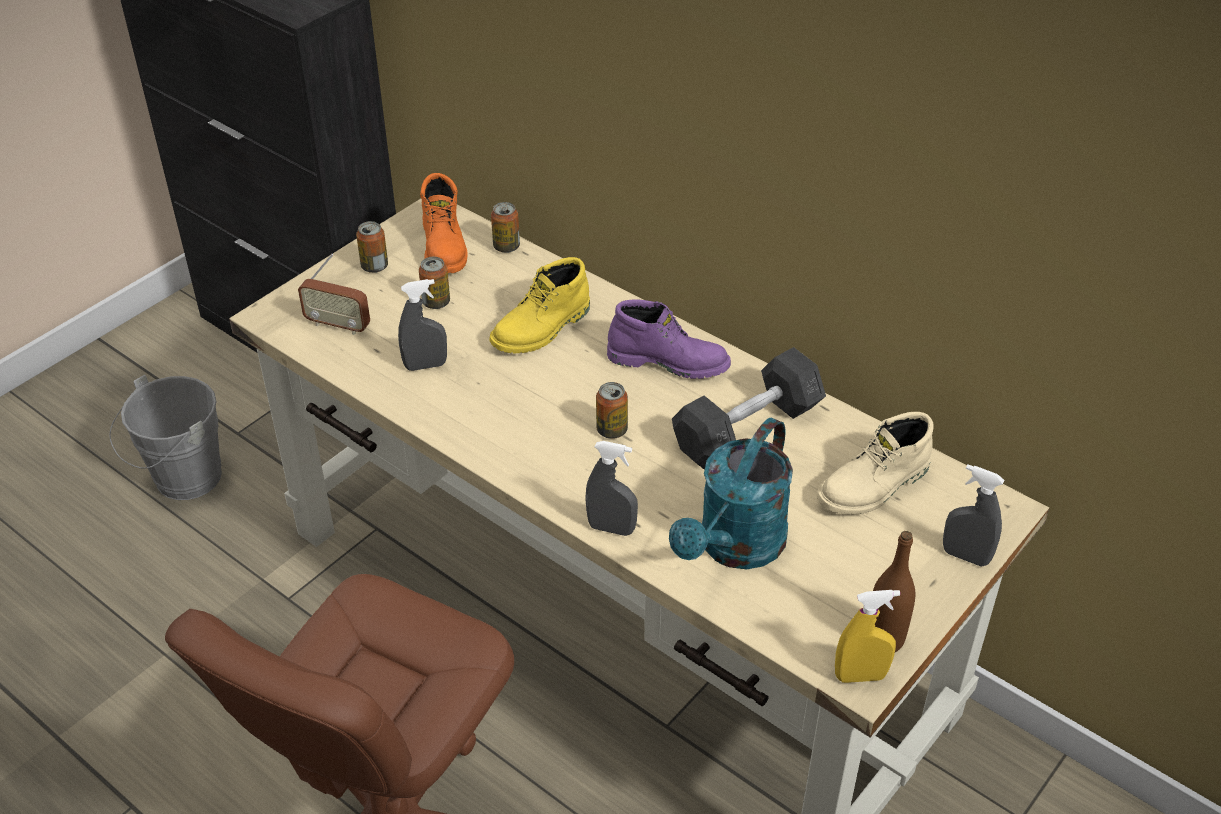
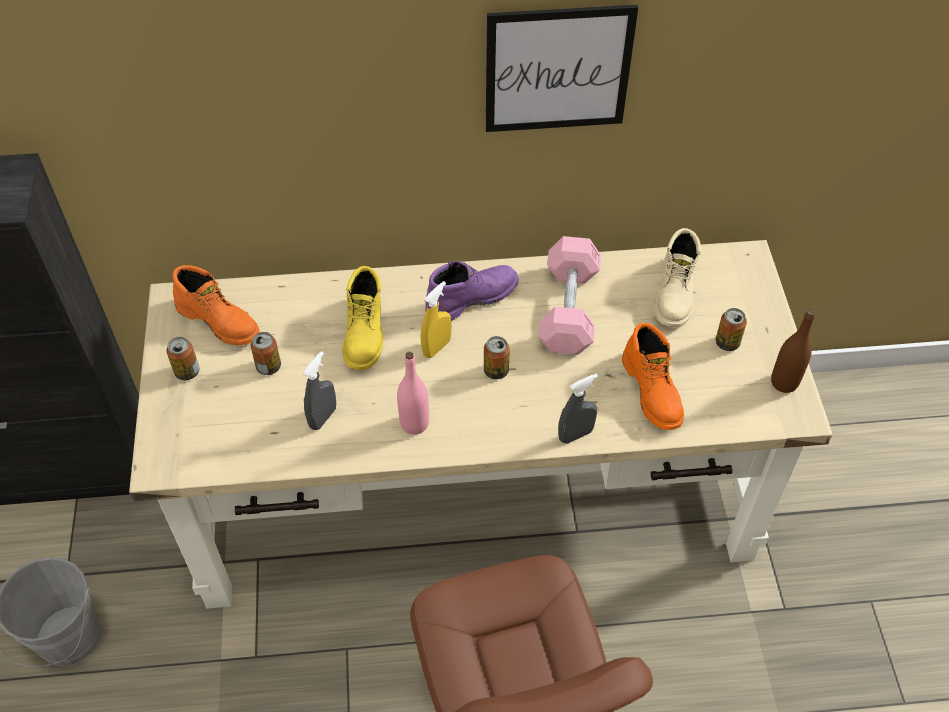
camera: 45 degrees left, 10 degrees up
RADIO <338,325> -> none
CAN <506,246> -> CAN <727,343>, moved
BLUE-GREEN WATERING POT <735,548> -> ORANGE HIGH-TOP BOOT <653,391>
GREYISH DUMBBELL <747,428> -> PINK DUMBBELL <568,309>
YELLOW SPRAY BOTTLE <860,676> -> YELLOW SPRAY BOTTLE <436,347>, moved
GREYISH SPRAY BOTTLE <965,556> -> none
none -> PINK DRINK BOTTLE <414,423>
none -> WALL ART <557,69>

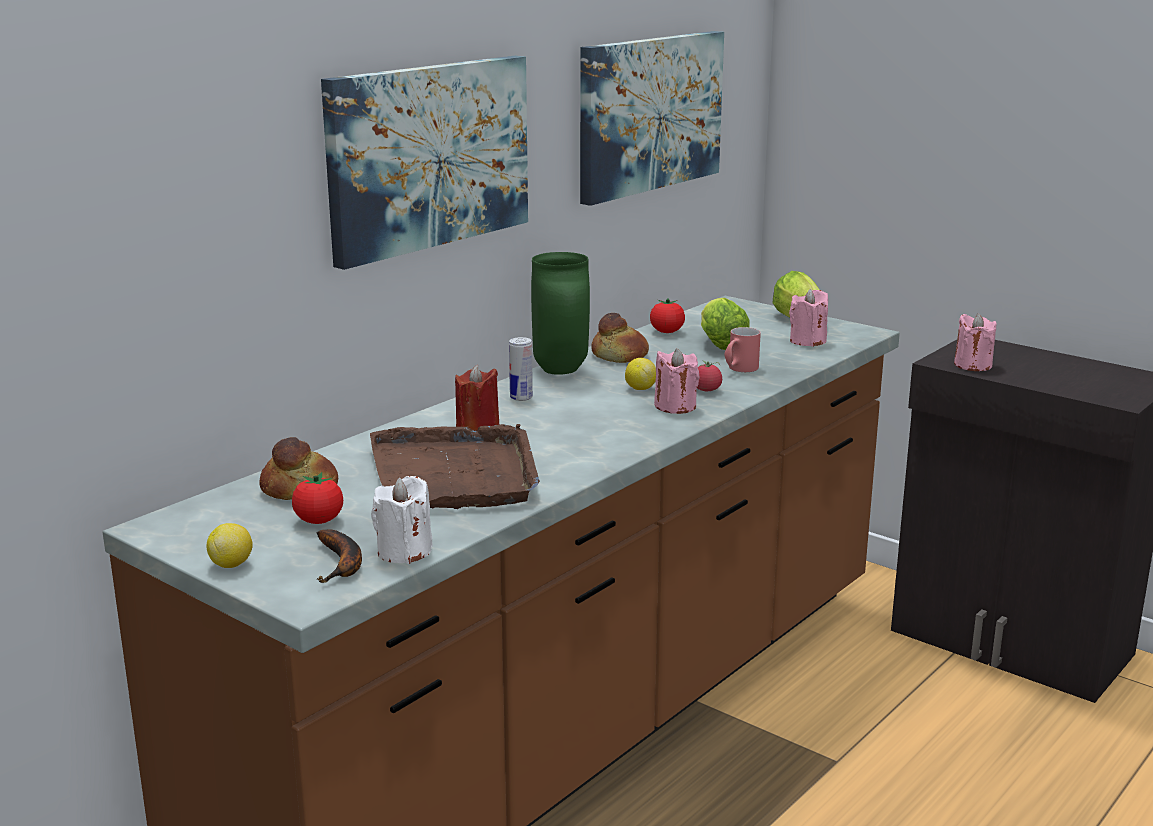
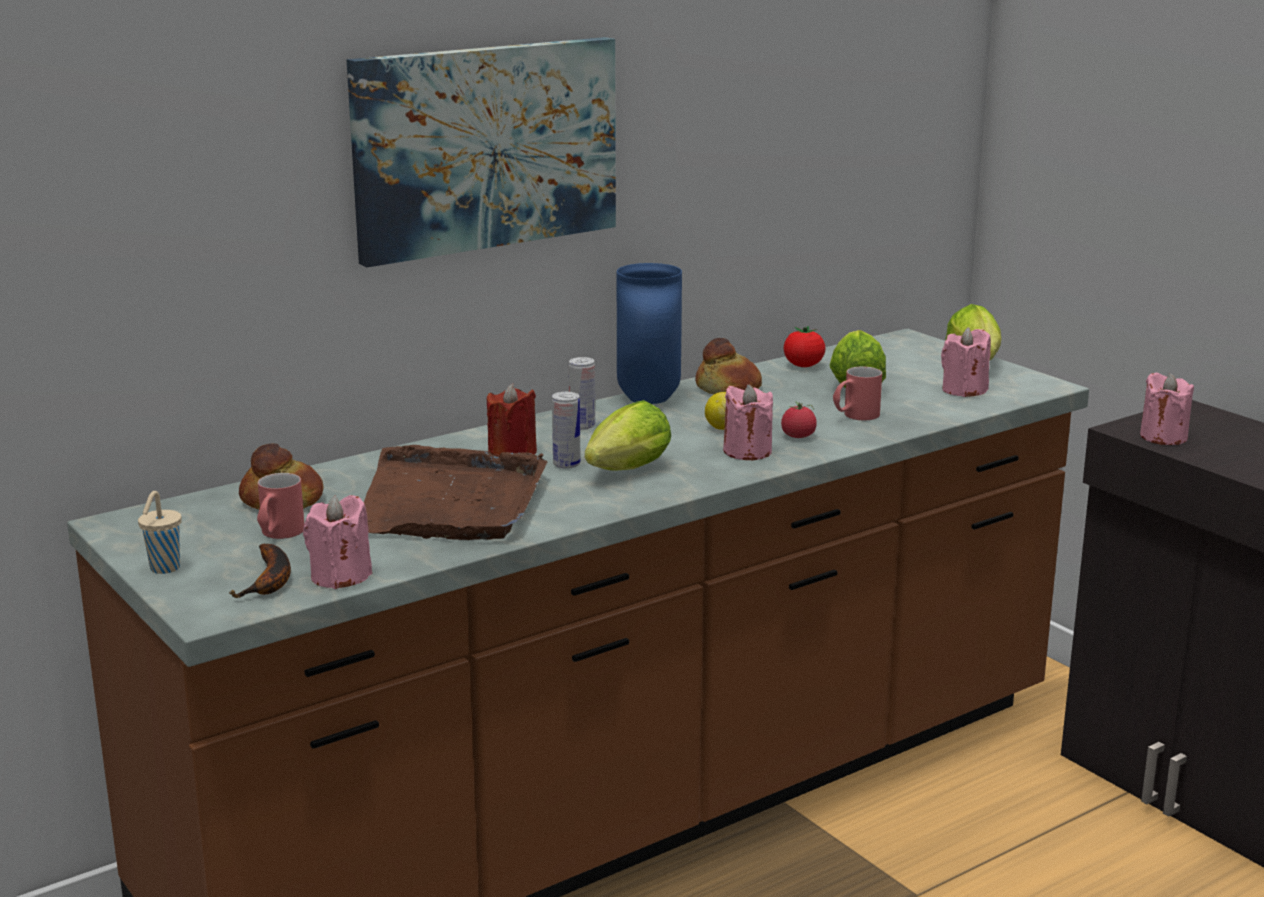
camera: 15 degrees right, 0 degrees up
WHOLE LEMON <232,564> -> SAND-COLOURED SMALL CUP <164,569>
FRESH TOMATO <319,521> -> RED-COLOURED MUG <278,535>
WHITE WAX LIGHT <404,552> -> PINK WAX LIGHT <340,576>
GREEN-COLOURED FLOWER VASE <558,370> -> BLUE-COLOURED FLOWER VASE <646,399>
WALL ART <649,114> -> none
none -> CAN <566,464>
none -> LETTUCE <624,472>

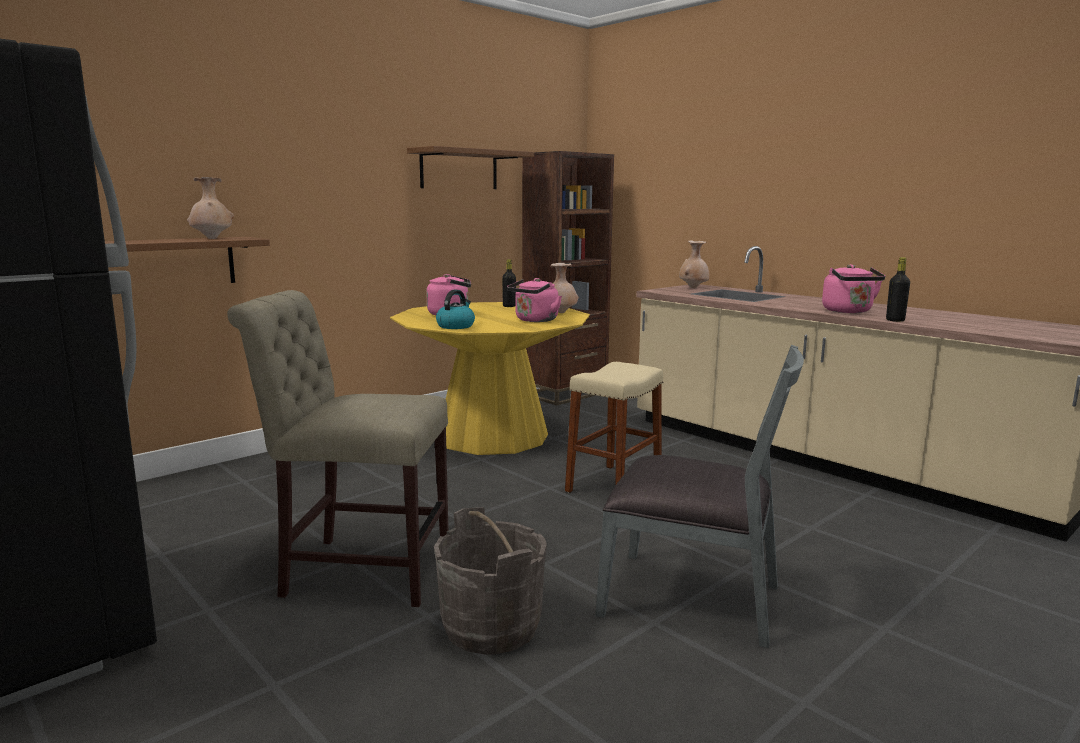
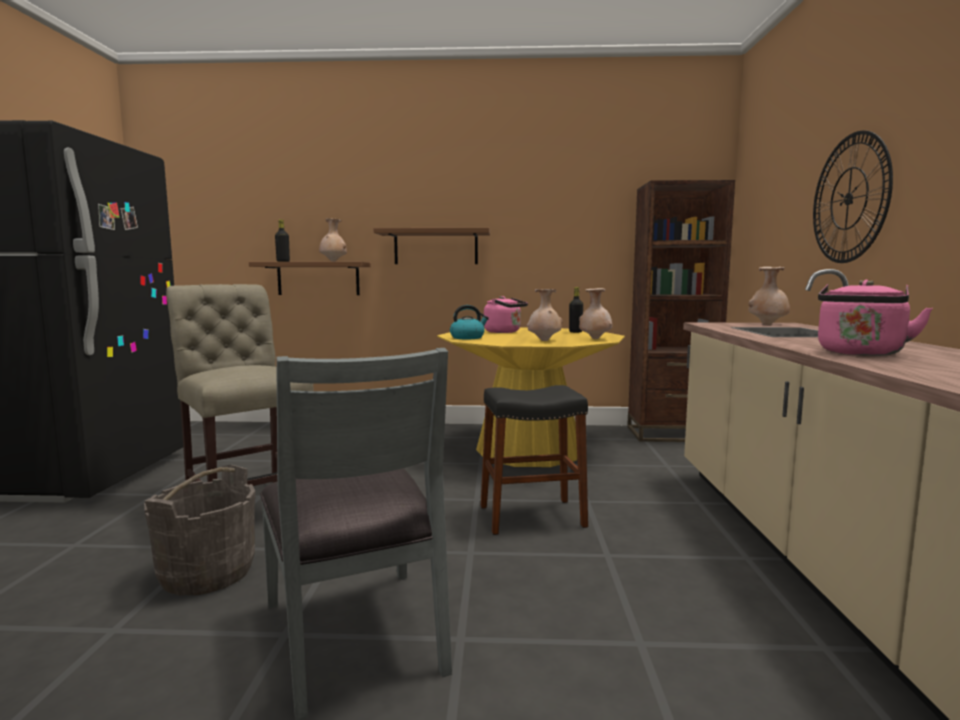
camera: 45 degrees right, 5 degrees down
BROWNISH SHELF <459,169> -> BROWNISH SHELF <436,247>, moved
PINK WATER KETTLE <535,320> -> SAND-COLOURED FLOWER VASE <544,340>
SAND-COLOURED STOOL <614,485> -> BLACKISH STOOL <531,516>
BLACKISH DRINK BOTTLE <895,320> -> BLACKISH DRINK BOTTLE <283,262>, moved
none -> HANGING CLOCK <849,198>

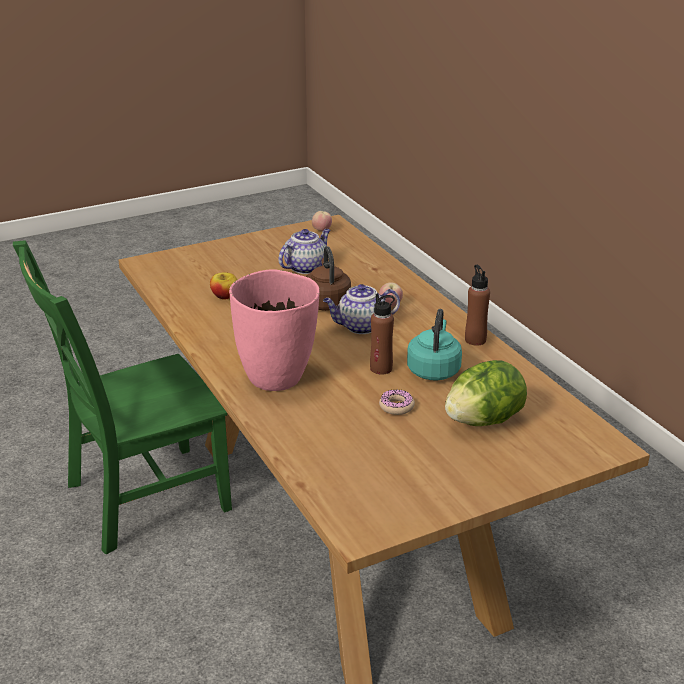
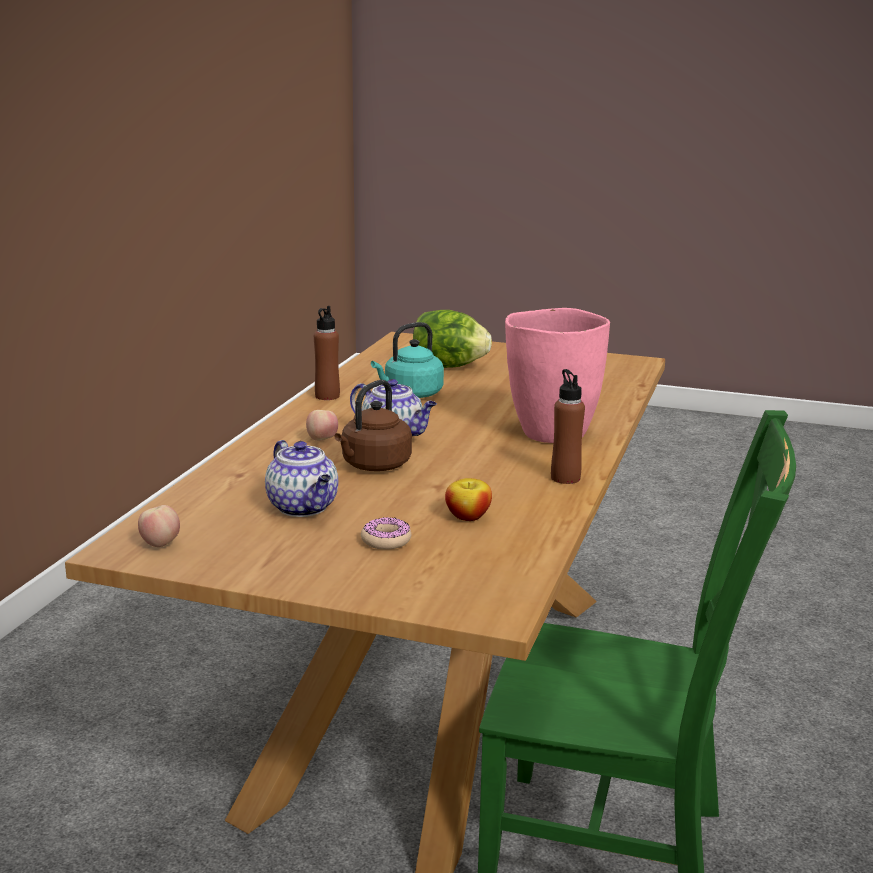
camera: 135 degrees left, 10 degrees down
POT FOR TEA <305,267> -> POT FOR TEA <304,508>, 120 degrees counterclockwise
BROWNISH DRINK BOTTLE <381,368> -> BROWNISH DRINK BOTTLE <565,478>, moved
DOUGHNUT <396,406> -> DOUGHNUT <386,540>, moved

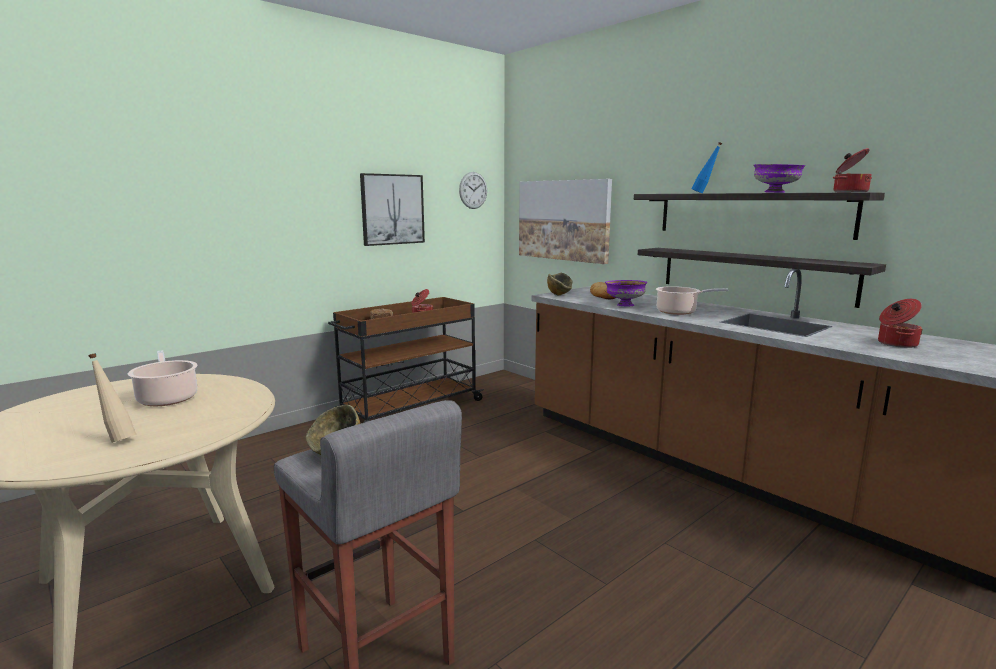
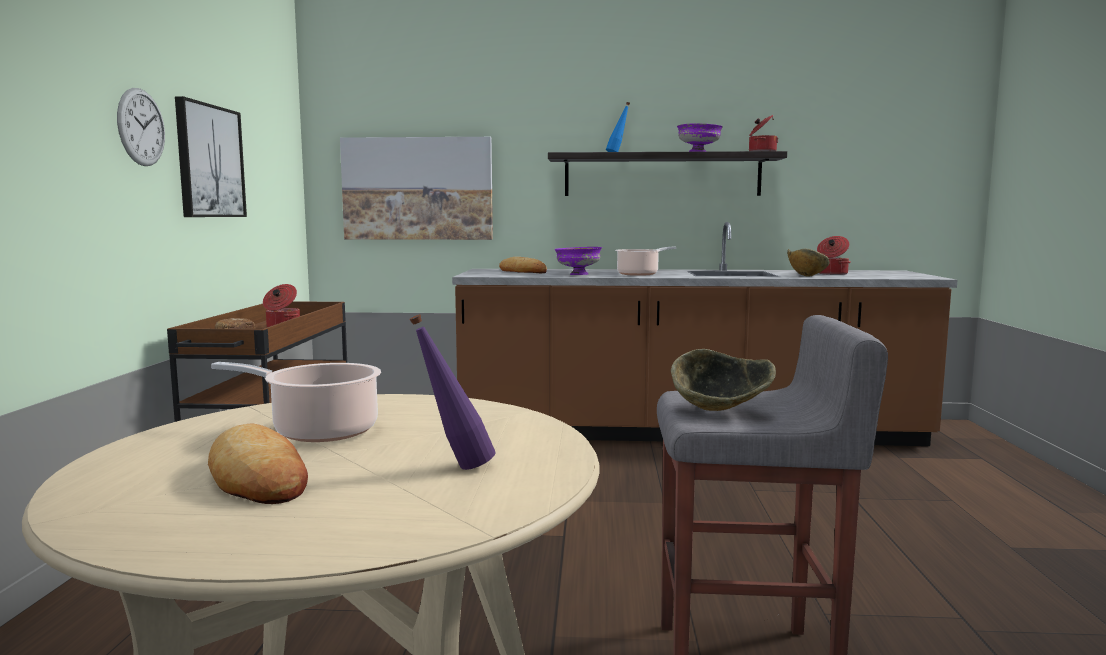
camera: 45 degrees left, 5 degrees down
SAND-COLOURED DRINK BOTTLE <117,439> -> PURPLISH DRINK BOTTLE <455,468>
HANGING CLOCK <473,190> -> HANGING CLOCK <141,127>, moved
SERVING BOWL <560,294> -> SERVING BOWL <805,276>, moved
SHELF <753,274> -> none
none -> BREAD <258,477>

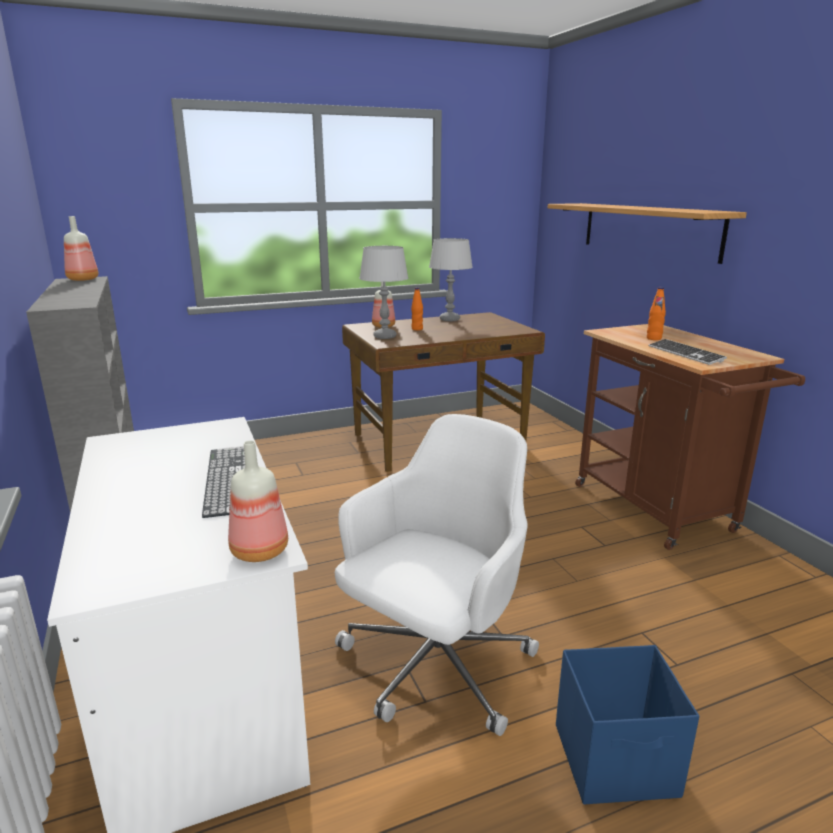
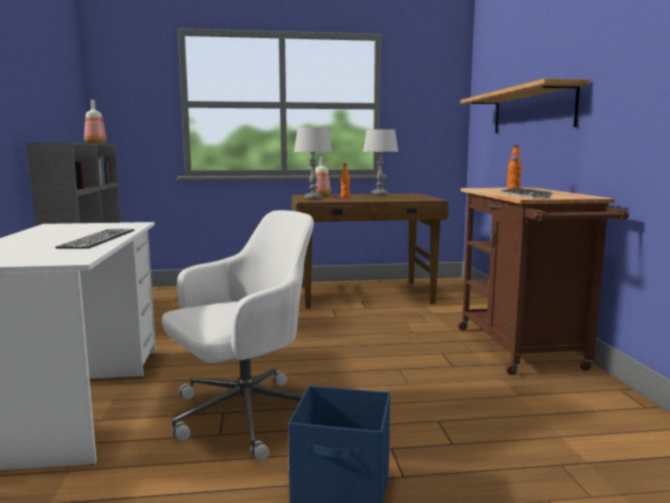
camera: 15 degrees right, 10 degrees down
DRINK BOTTLE <260,552> -> none

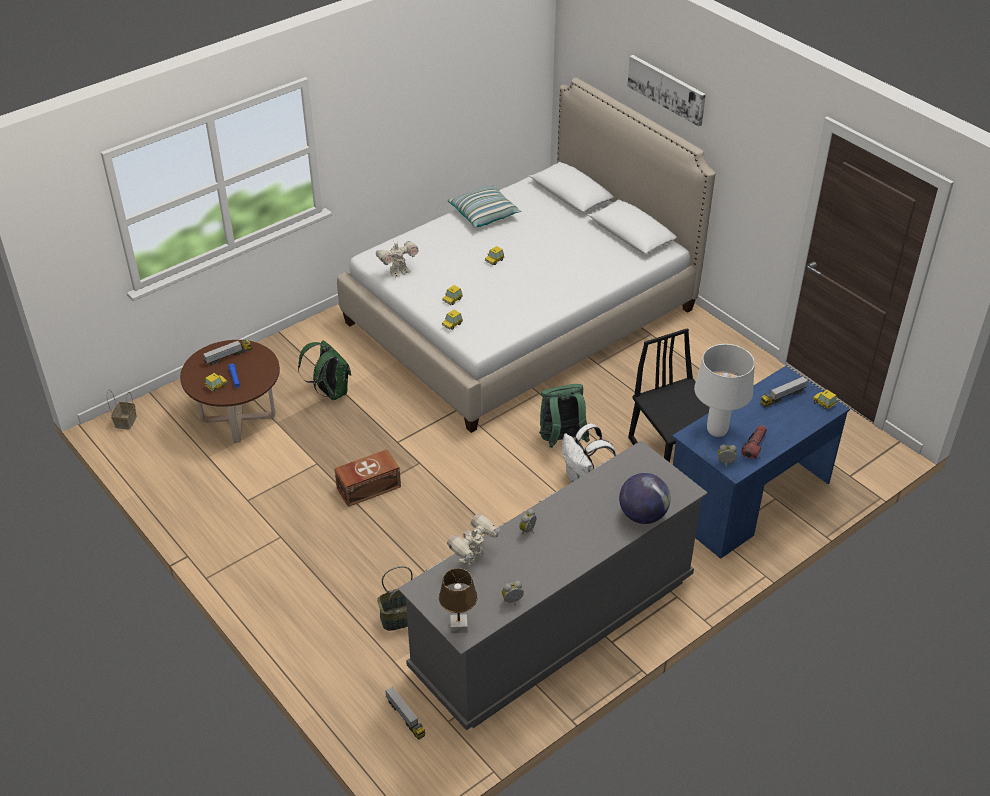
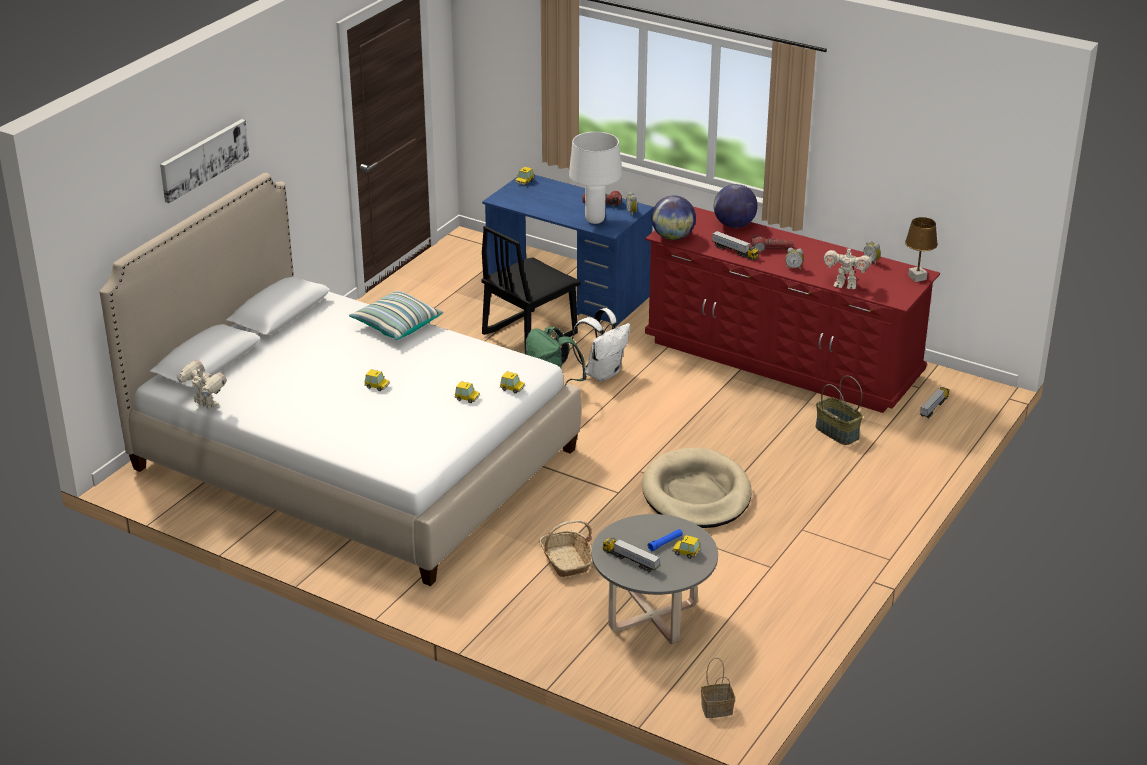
camera: 110 degrees left, 10 degrees down
BROWNISH COFFEE TABLE <238,418> -> GREYISH COFFEE TABLE <652,617>
GREEN-COLOURED BACKPACK <330,392> -> HOUSEHOLD BASKET <566,561>
BROWNISH STORAGE BOX <367,487> -> SAND-COLOURED DOG BED <696,494>
TOY ROBOT <398,272> -> TOY ROBOT <205,404>, moved
GREYISH DRESSER <553,624> -> RED-COLOURED DRESSER <782,359>
THROW PILLOW <484,214> -> THROW PILLOW <396,326>, moved
TOY TRUCK <782,397> -> TOY TRUCK <735,252>, moved
none -> GLOBE <673,237>
none -> TORCH <772,249>

